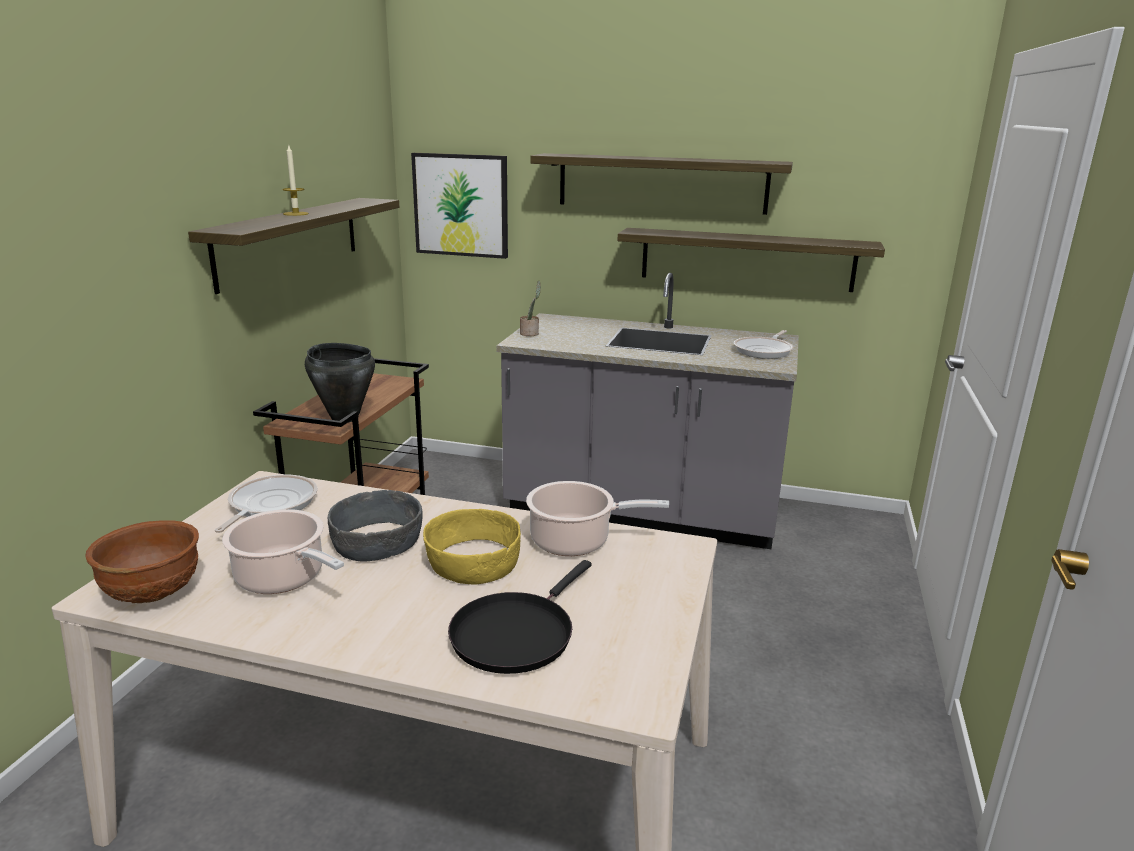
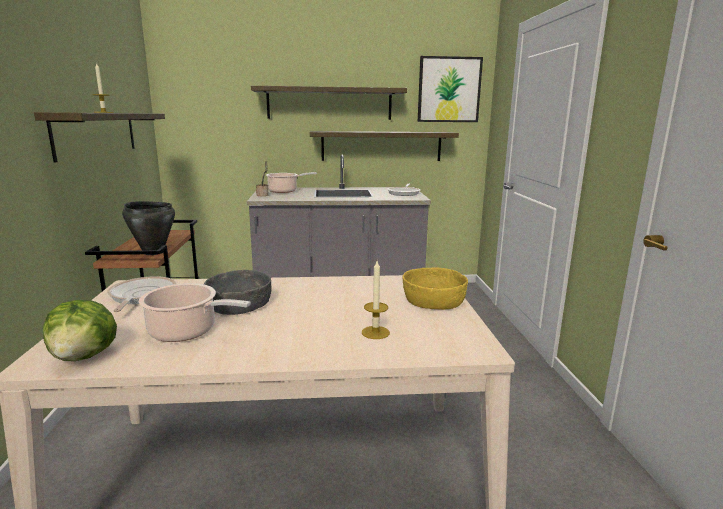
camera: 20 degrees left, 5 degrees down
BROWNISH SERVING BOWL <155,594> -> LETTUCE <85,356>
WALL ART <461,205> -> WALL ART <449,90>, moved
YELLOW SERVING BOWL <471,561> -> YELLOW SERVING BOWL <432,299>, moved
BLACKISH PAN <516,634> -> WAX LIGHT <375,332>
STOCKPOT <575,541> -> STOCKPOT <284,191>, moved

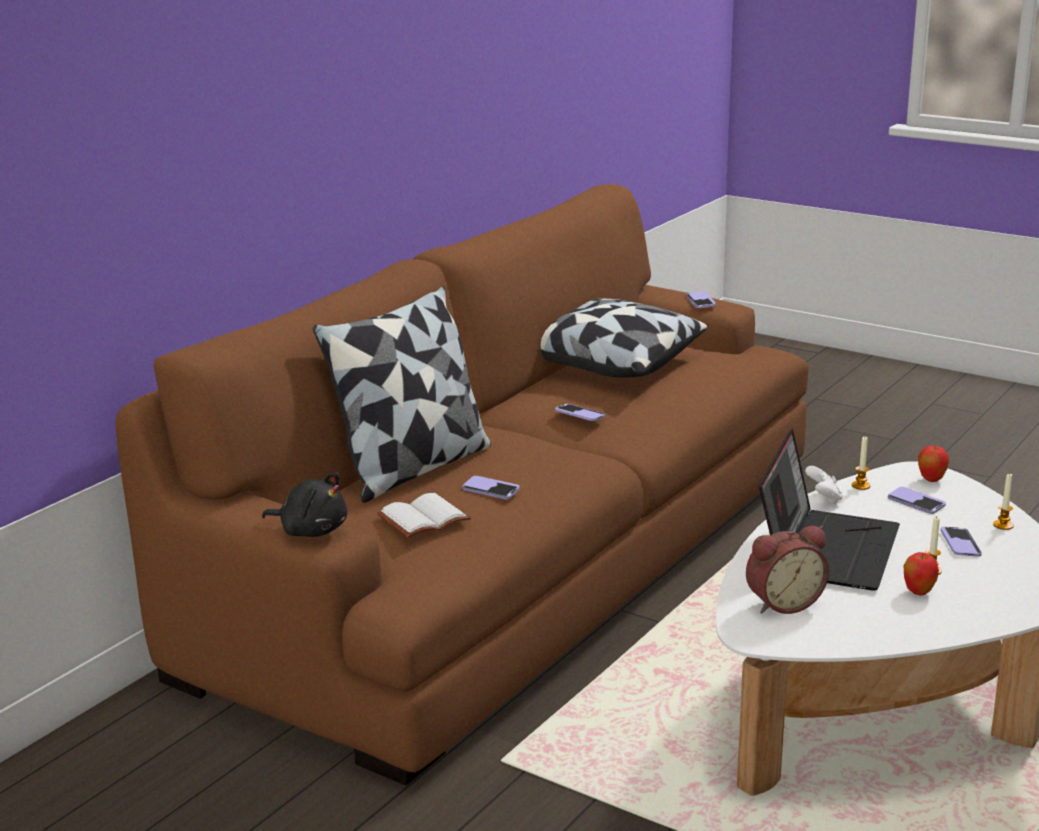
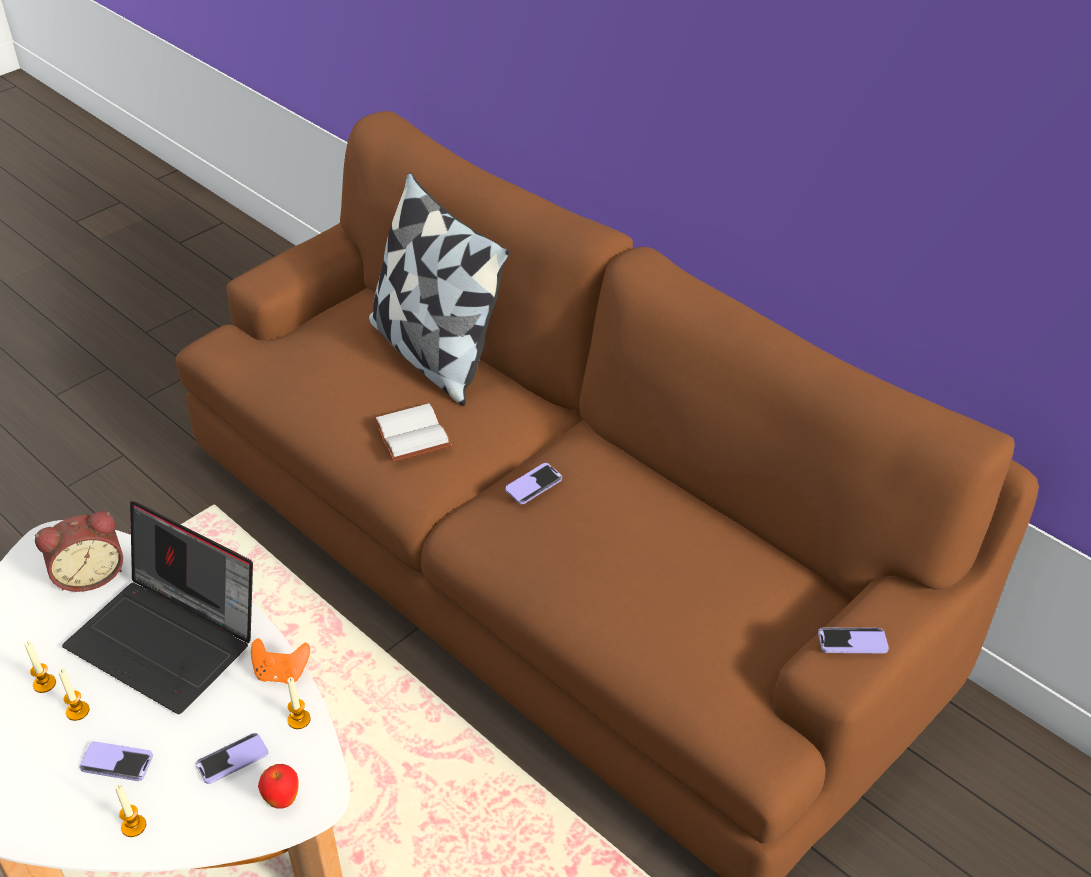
camera: 100 degrees right, 20 degrees up
BLACKISH CUDDLY TOY <311,531> -> none
WHITE VOLUME <424,520> -> WHITE VOLUME <409,434>, moved
HANDSET <491,489> -> none
THROW PILLOW <608,364> -> none
ALARM CLOCK <782,603> -> ALARM CLOCK <90,574>, 105 degrees counterclockwise
WHITE JOYPAD <824,499> -> ORANGE JOYPAD <281,673>
WHOLE APPLE <918,592> -> WAX LIGHT <44,684>

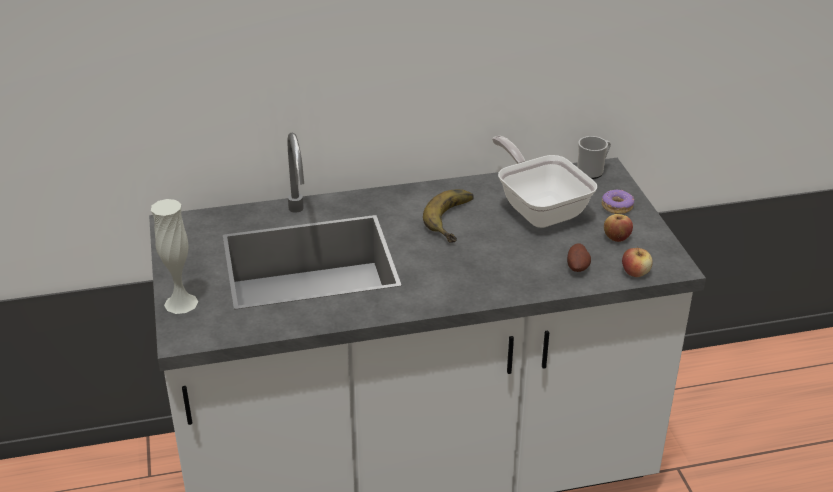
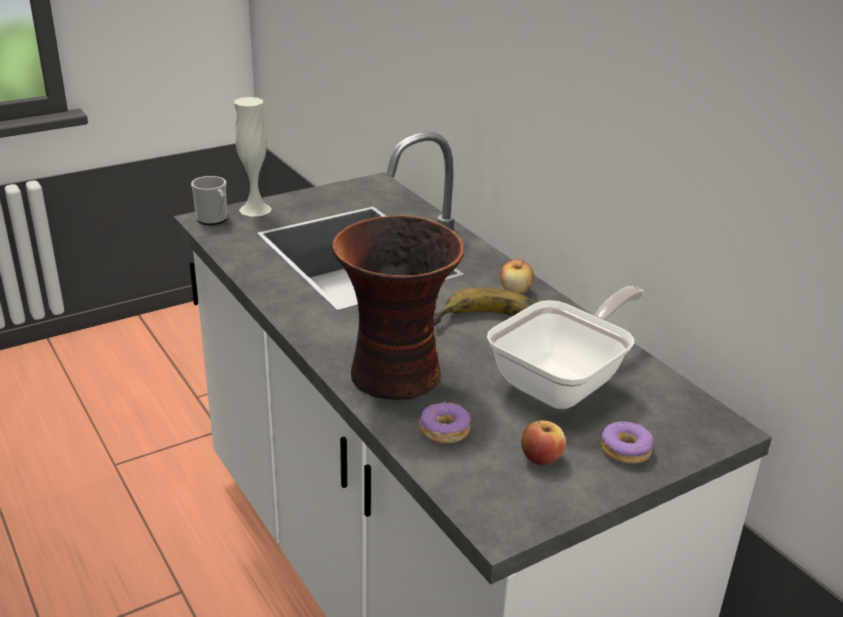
camera: 70 degrees right, 5 degrees down
WHOLE POTATO <578,267> -> DOUGHNUT <444,430>
MUG <592,171> -> MUG <214,220>, moved
WHOLE APPLE <635,273> -> WHOLE APPLE <515,291>, moved
none -> FLOWER VASE <396,376>

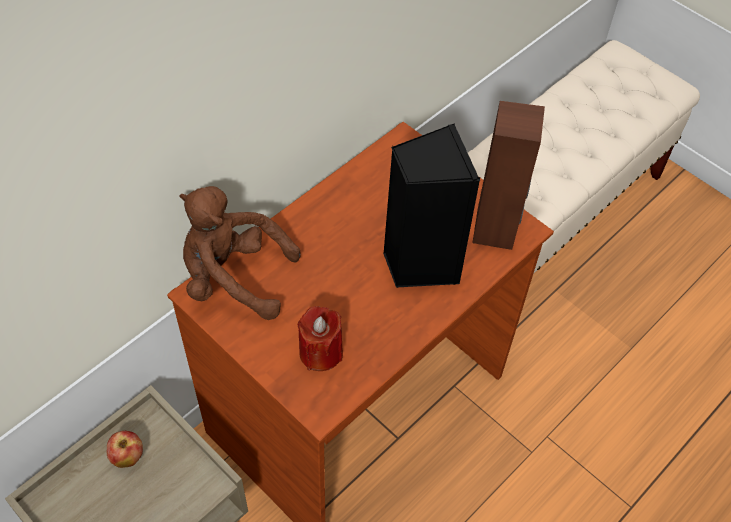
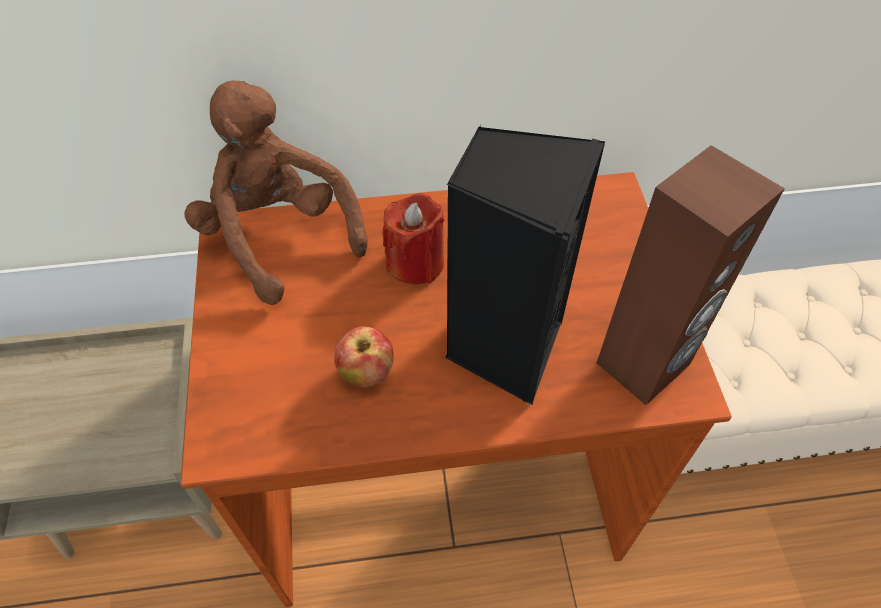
camera: 40 degrees right, 0 degrees up
WHOLE APPLE <127,457> -> WHOLE APPLE <366,373>, moved
RED-COLOURED WAX LIGHT <321,352> -> RED-COLOURED WAX LIGHT <415,263>, moved

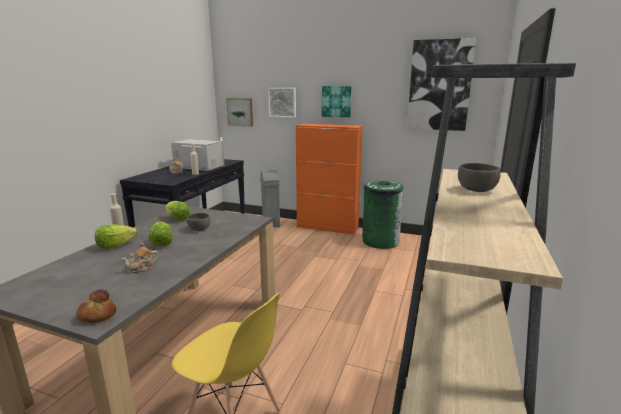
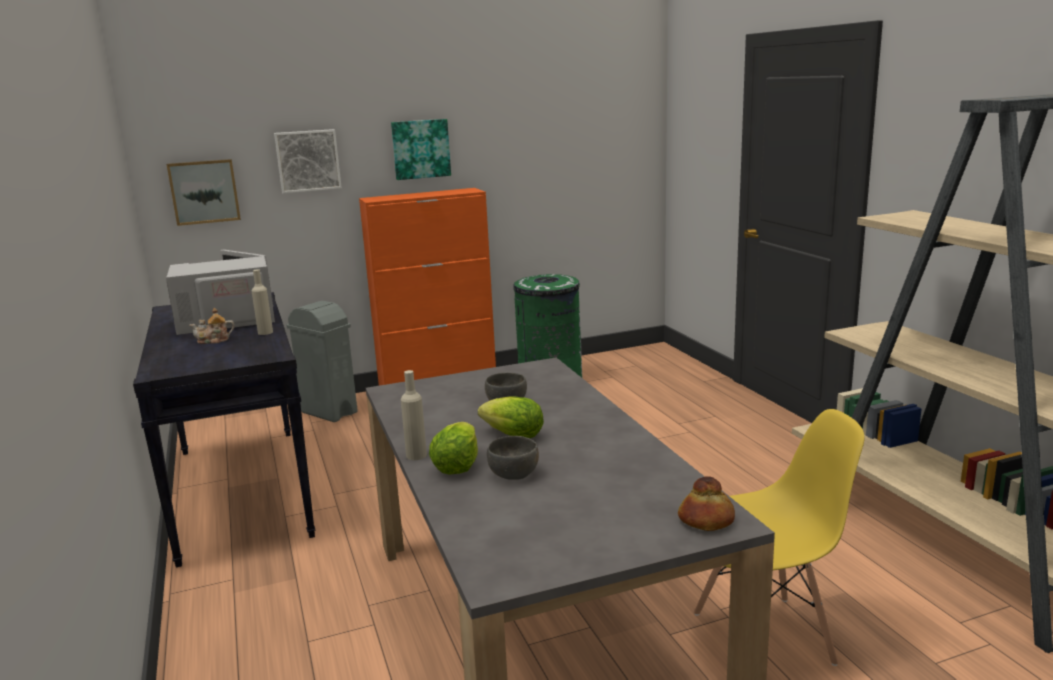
camera: 40 degrees left, 0 degrees up
POT FOR TEA <141,268> -> none
LETTUCE <177,219> -> none
WALL ART <439,85> -> none
GREYISH SERVING BOWL <477,190> -> GREYISH SERVING BOWL <514,474>, moved

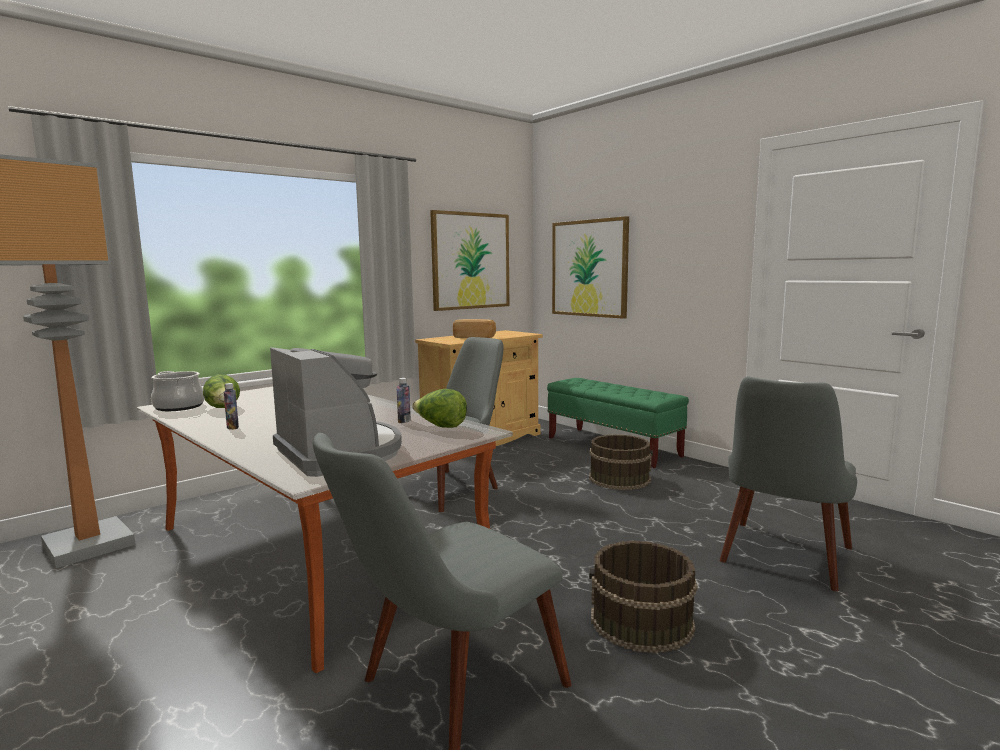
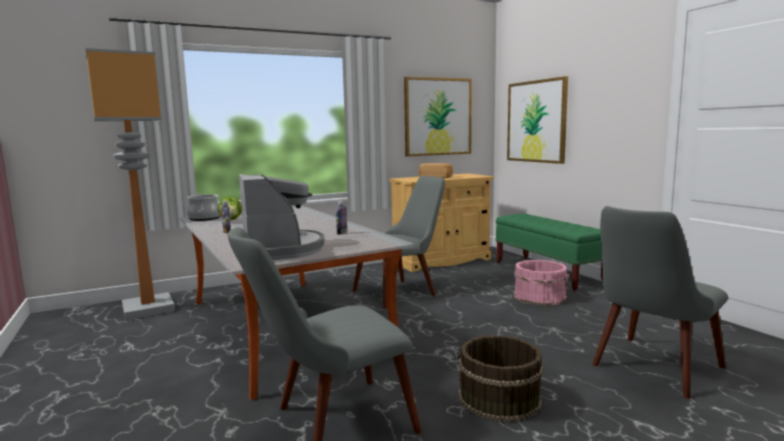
camera: 15 degrees right, 0 degrees up
LETTUCE <440,427> -> none
BROWNISH BUCKET <619,478> -> PINK BUCKET <540,296>

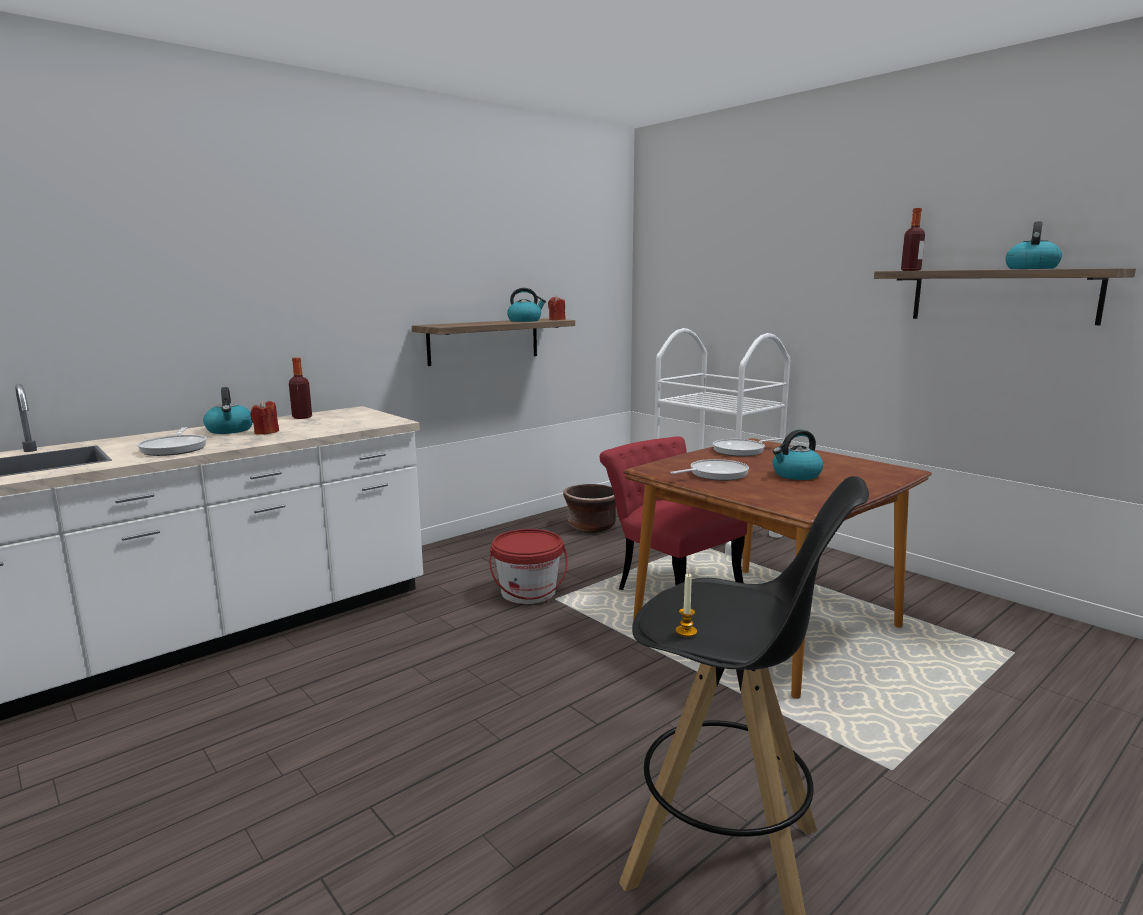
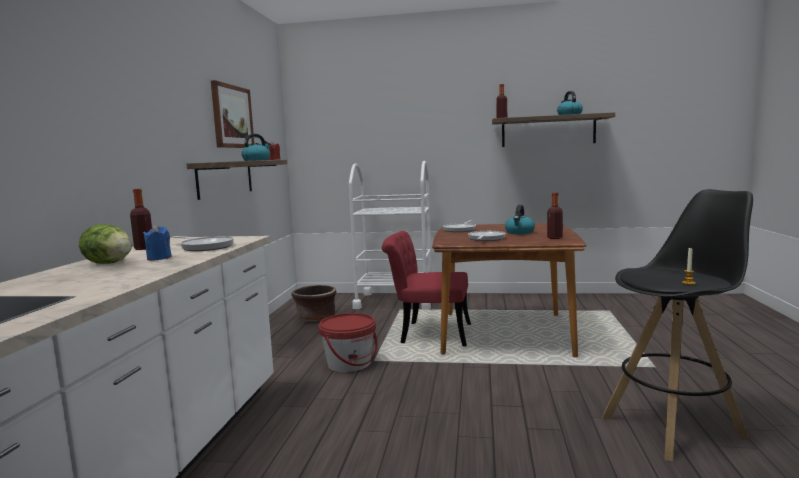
camera: 40 degrees left, 5 degrees down
PAN <175,448> -> PAN <205,247>, moved
WATER KETTLE <230,430> -> LETTUCE <109,263>
RED-COLOURED WAX LIGHT <266,432> -> BLUE-COLOURED WAX LIGHT <159,258>
none -> WALL ART <232,117>
none -> DRINK BOTTLE <554,238>

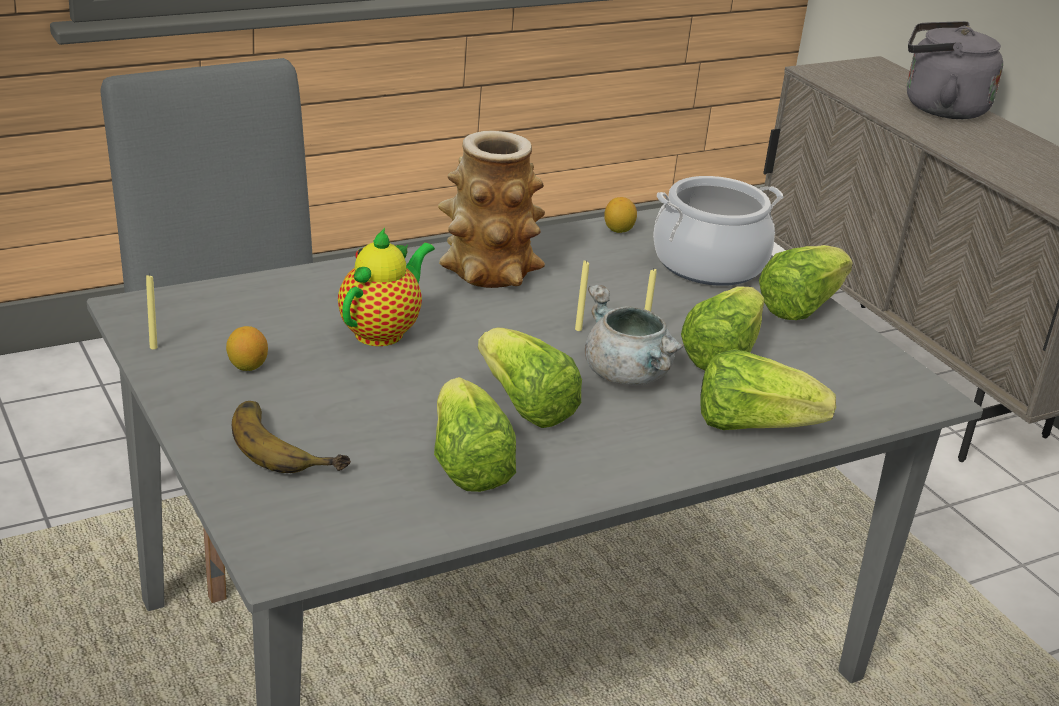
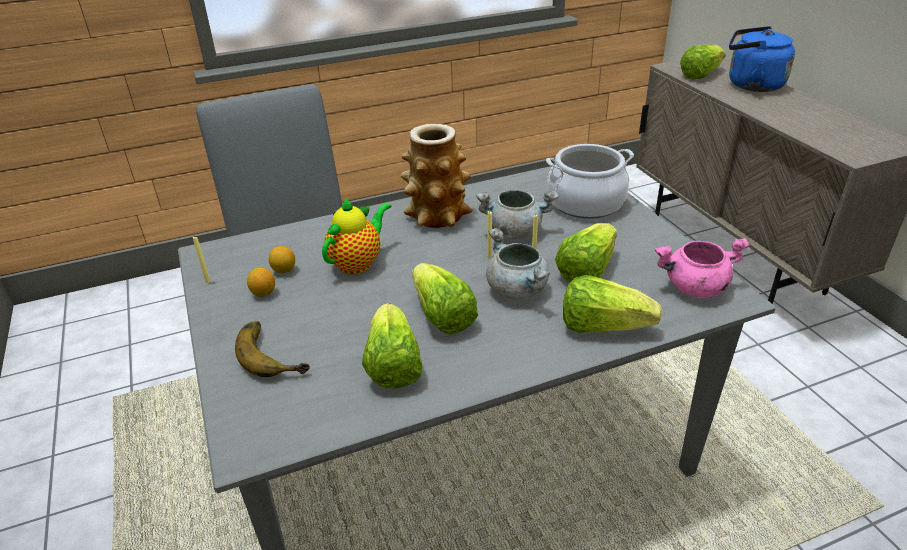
camera: 10 degrees right, 5 degrees up
WHOLE LEMON <618,230> -> WHOLE LEMON <284,270>, moved
LETTUCE <800,306> -> LETTUCE <700,75>, moved
GREYISH WATER KETTLE <939,108> -> BLUE-COLOURED WATER KETTLE <751,85>
none -> GREYISH STOCKPOT <515,231>
none -> PINK STOCKPOT <694,288>

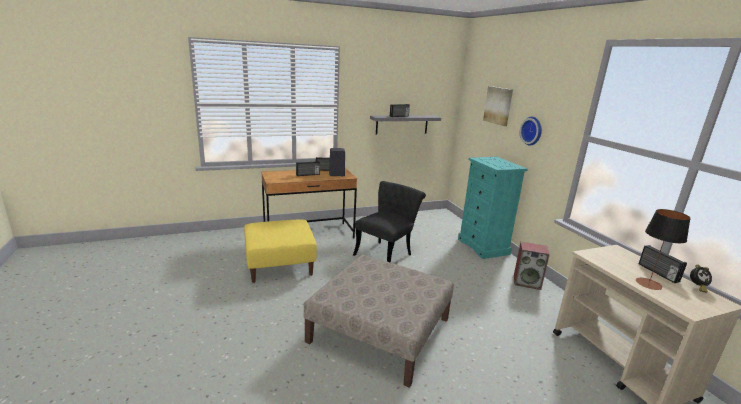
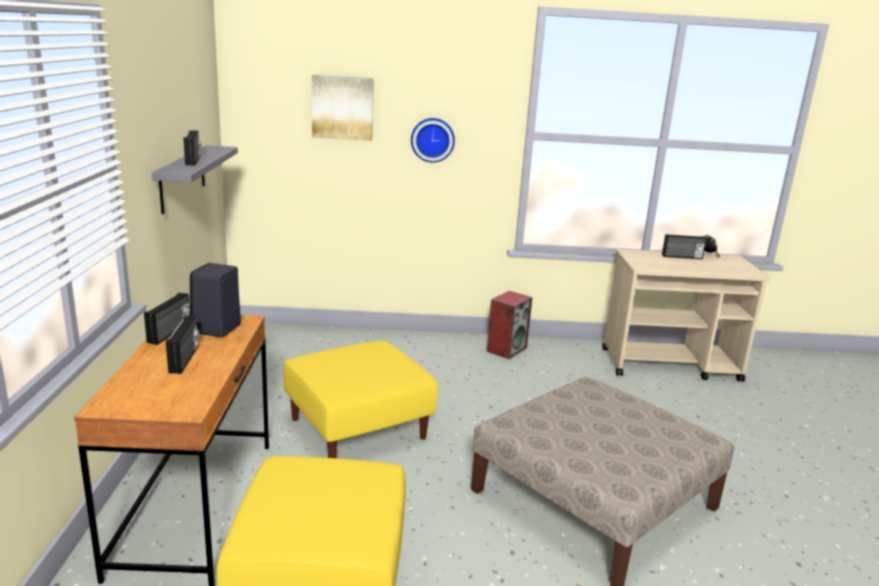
camera: 70 degrees left, 0 degrees up
BLACKISH UPRIGHT CHAIR <386,253> -> YELLOW FOOTREST <358,428>
BLUE-GREEN DRESSER <483,247> -> none
TABLE LAMP <648,284> -> none

